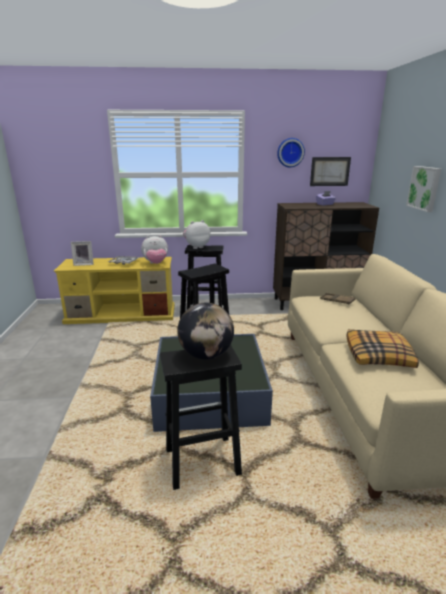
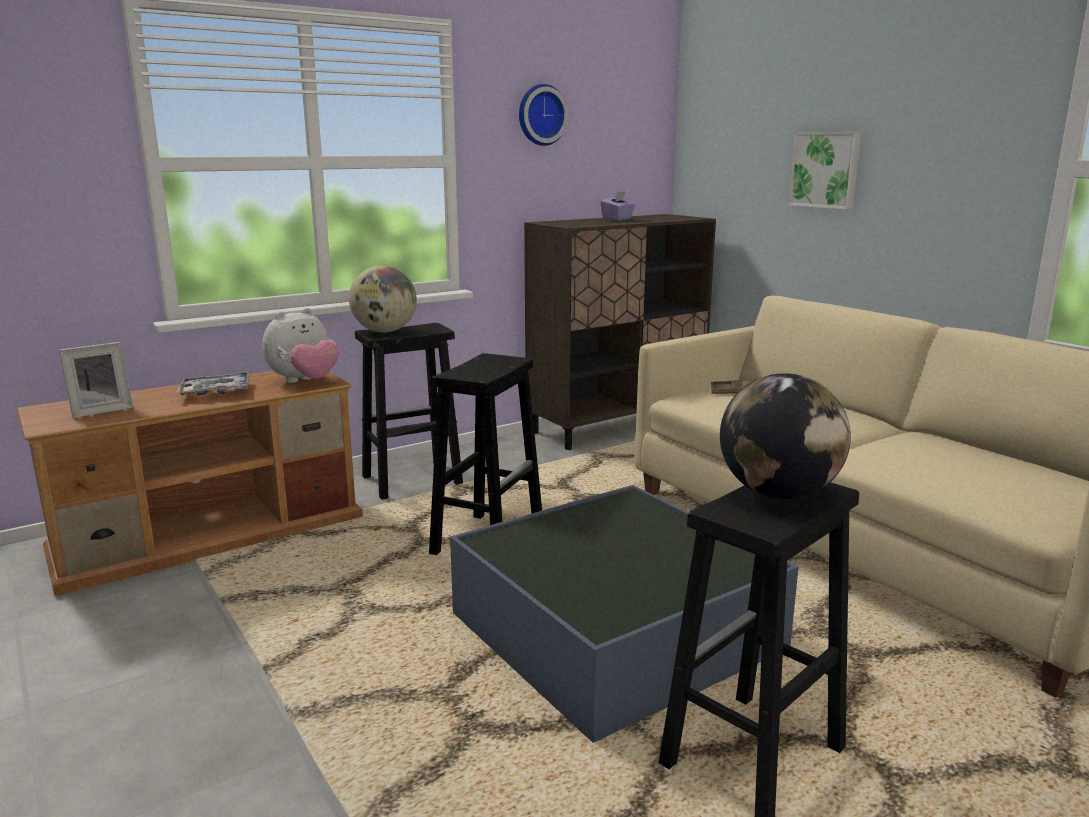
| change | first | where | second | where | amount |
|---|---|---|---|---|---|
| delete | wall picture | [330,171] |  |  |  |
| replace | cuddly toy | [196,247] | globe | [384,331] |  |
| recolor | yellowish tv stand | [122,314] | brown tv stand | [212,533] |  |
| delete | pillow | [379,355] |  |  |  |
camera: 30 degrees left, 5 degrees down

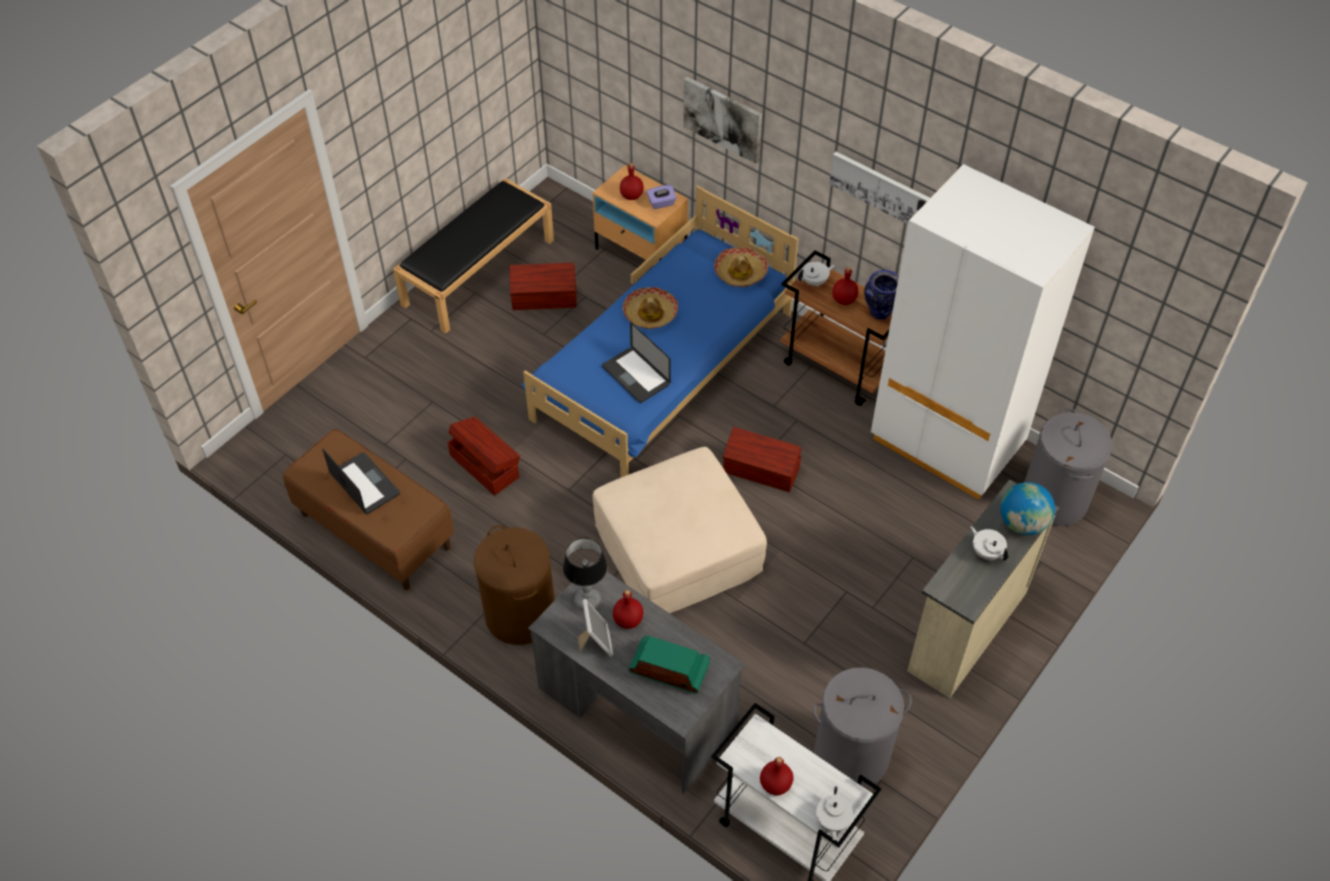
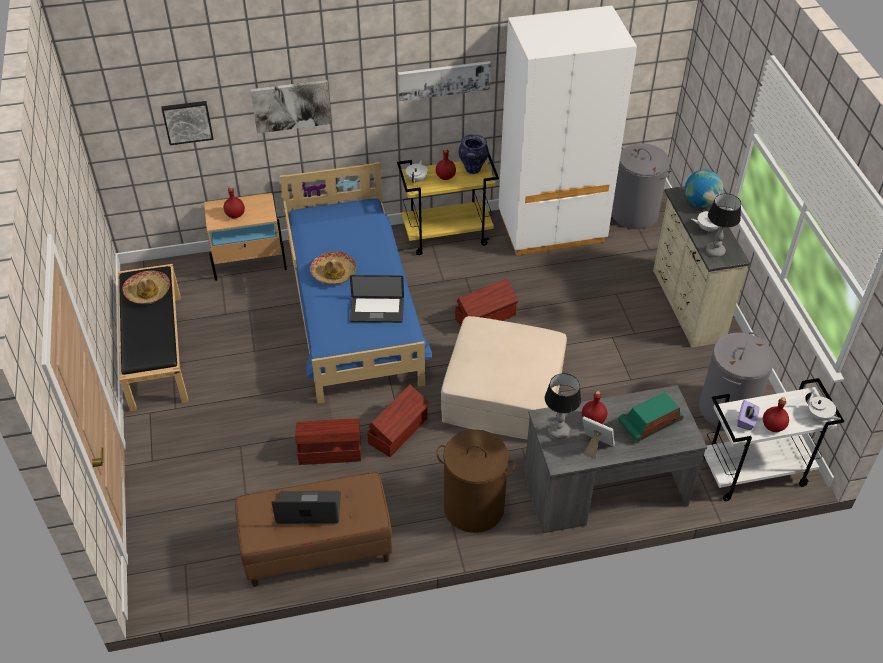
| change | first | where | second | where | amount |
|---|---|---|---|---|---|
| move | purplish tissue box | [661,203] |  | [746,421] |  |
| move | wearable hat | [740,272] |  | [148,292] |  |
| recolor | brown wheeled cart | [838,367] | yellowish wheeled cart | [447,235] |  |
| move | brown storage bin | [545,299] |  | [399,431] |  |
| insert |  |  | wall picture | [187,121] |  |
| insert |  |  | tabletop lamp | [714,251] |  |
camera: 50 degrees left, 5 degrees down

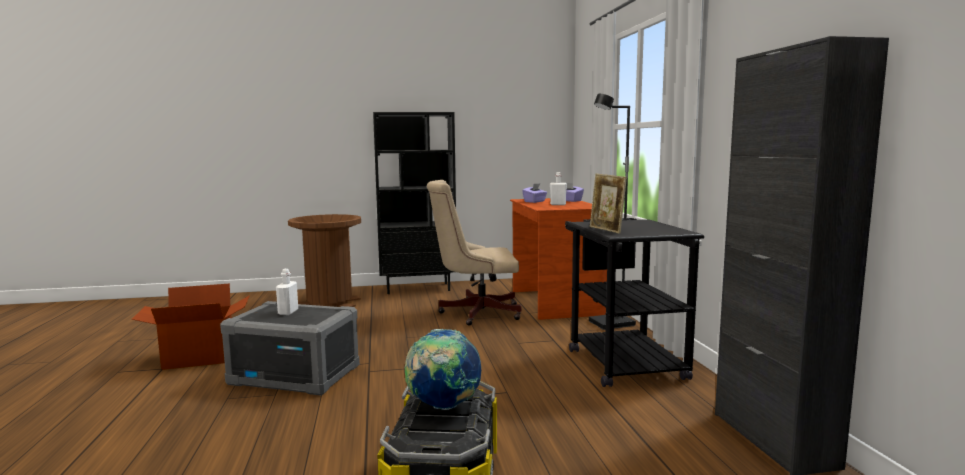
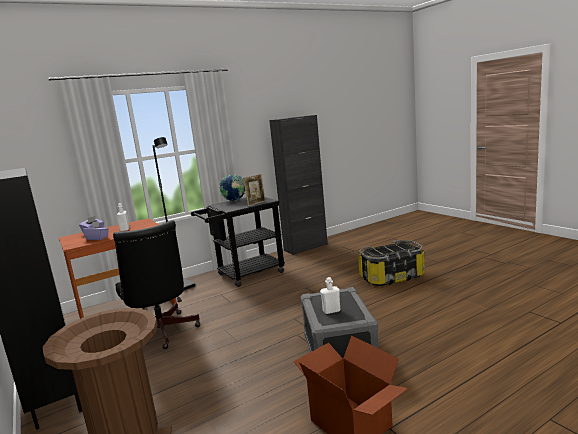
| change | first | where | second | where | amount |
|---|---|---|---|---|---|
| recolor | beige computer chair | [475,312] | blackish computer chair | [161,334] |  |
| move | globe | [443,406] |  | [234,201] |  |
camera: 110 degrees left, 5 degrees up

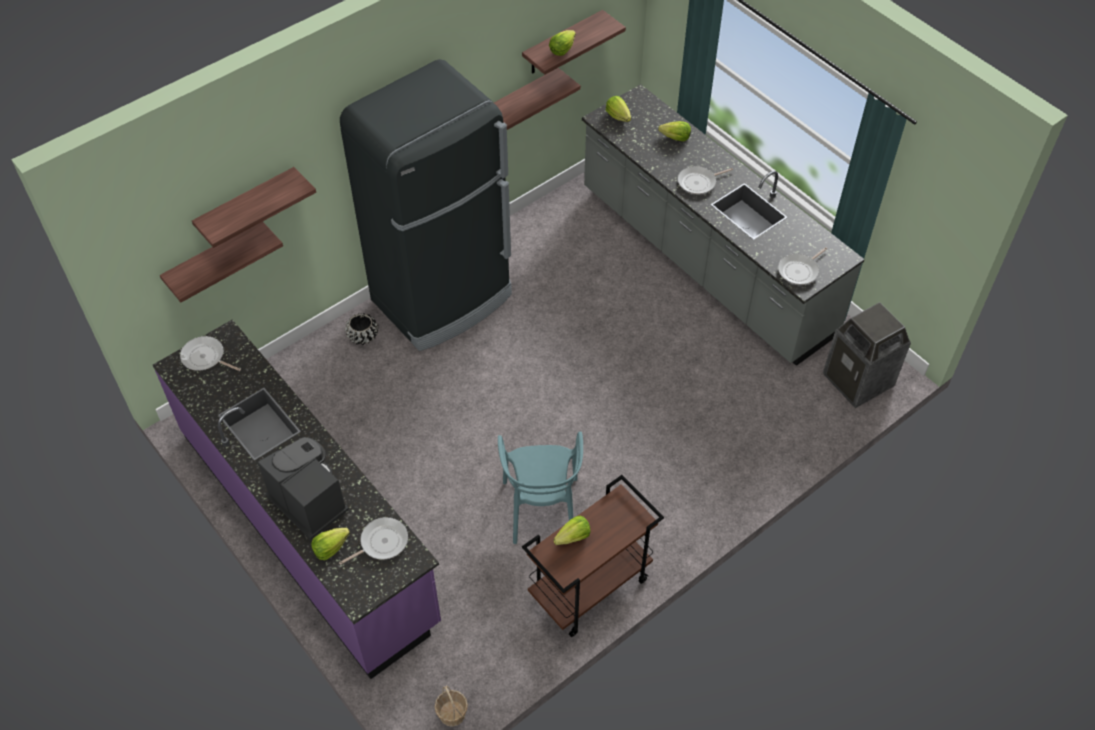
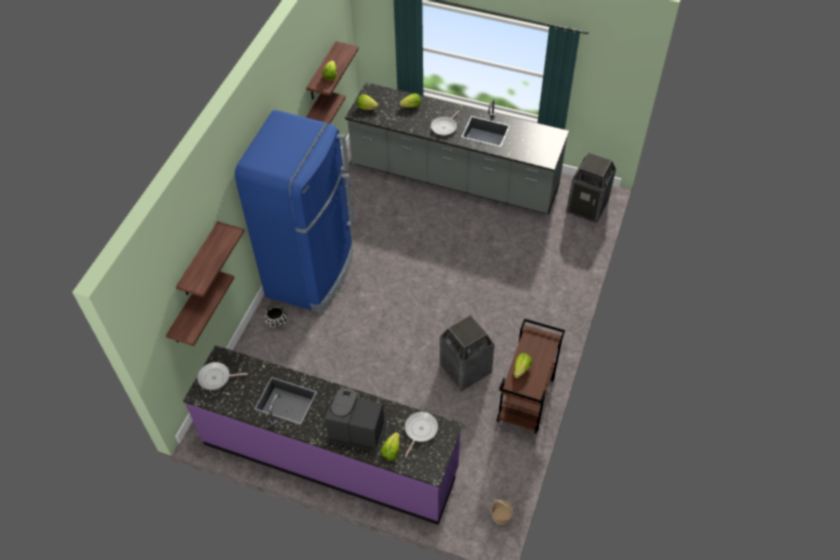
| change | first | where | second | where | amount |
|---|---|---|---|---|---|
| recolor | blackish refrigerator | [443,299] | blue-coloured refrigerator | [311,274] |  |
| delete | skillet | [799,270] |  |  |  |
| replace | turquoise-coloured upright chair | [541,509] | rubbish bin | [465,369] |  |
camera: 30 degrees left, 0 degrees up

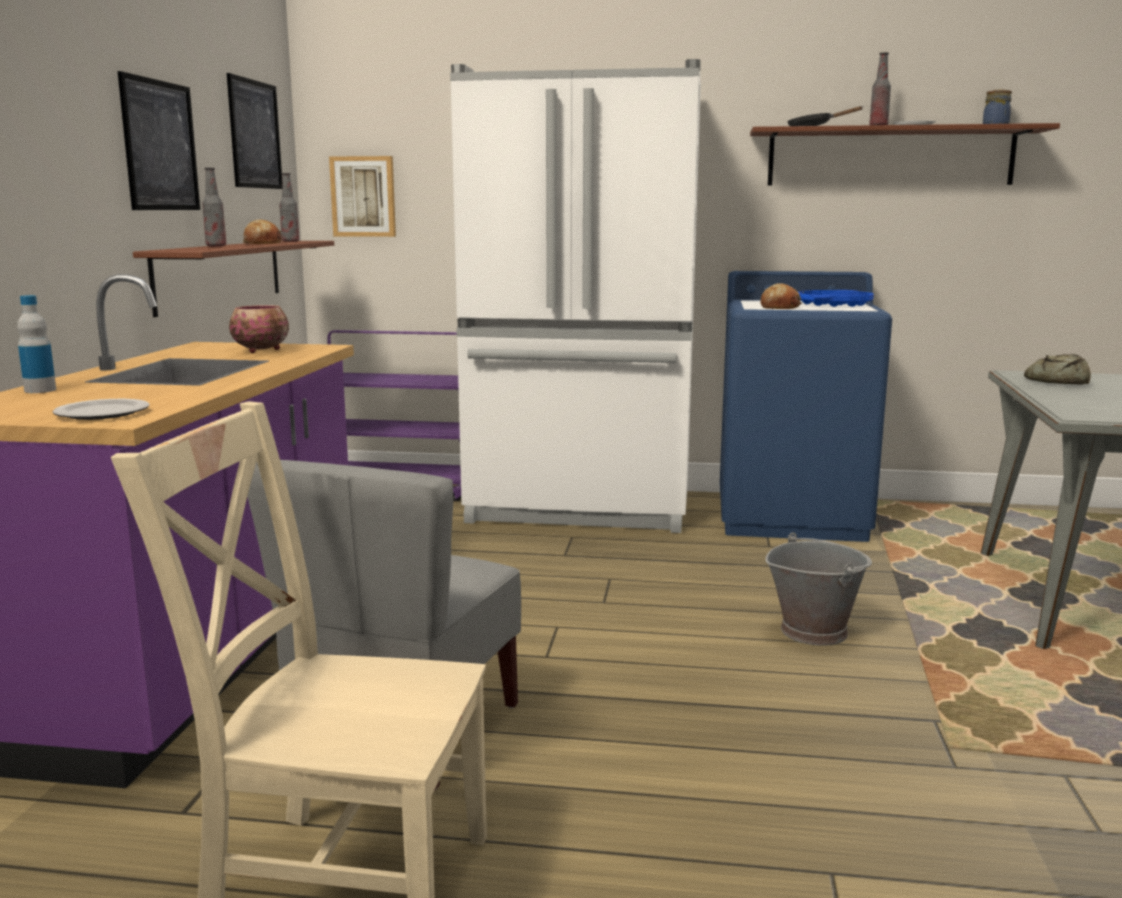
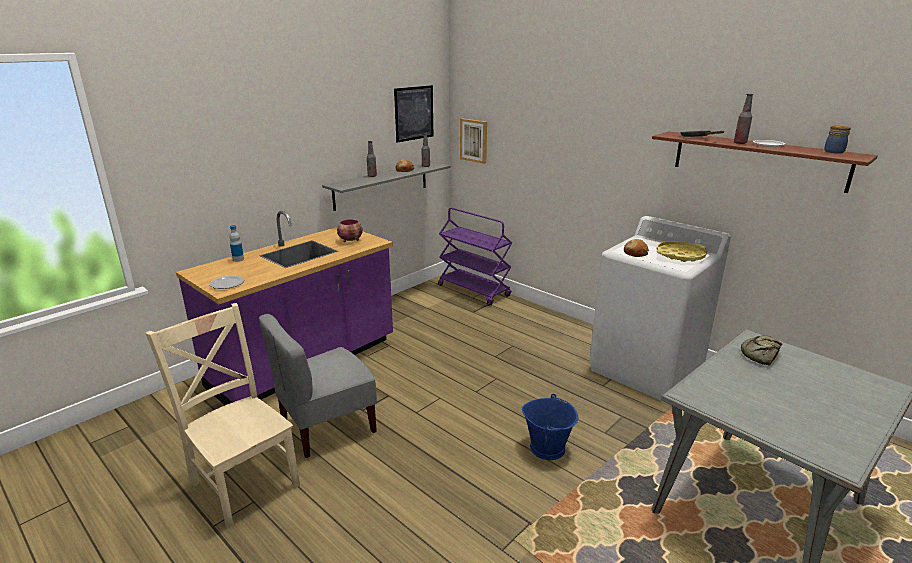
| change | first | where | second | where | amount |
|---|---|---|---|---|---|
| delete | white refrigerator | [580,509] |  |  |  |
| delete | wall picture | [160,145] |  |  |  |
| recolor | brown shelf | [220,274] | gray shelf | [381,185] |  |
| recolor | blue-coloured laundry appliance | [792,516] | white laundry appliance | [646,369] |  |
| recolor | blue-coloured carrying tray | [834,304] | yellowish carrying tray | [680,255] |  |
| recolor | gray bucket | [813,631] | blue-coloured bucket | [547,448] |  |
camera: 35 degrees right, 10 degrees up

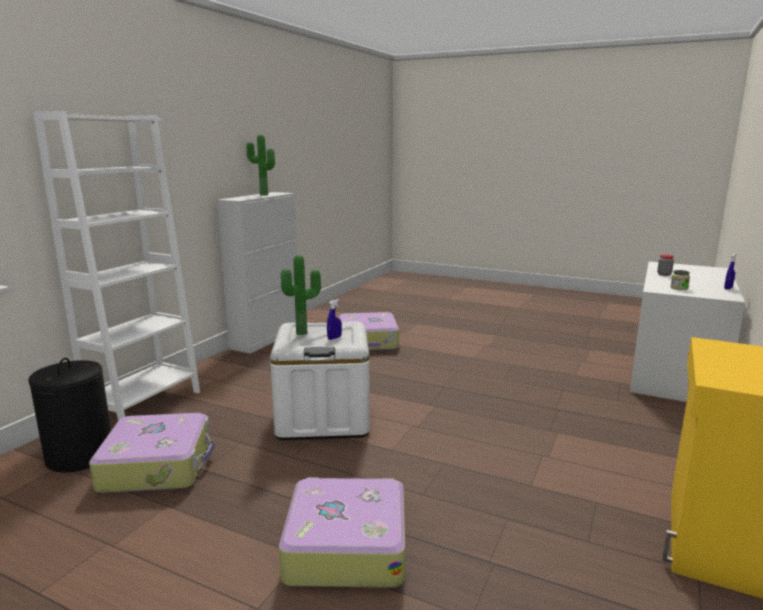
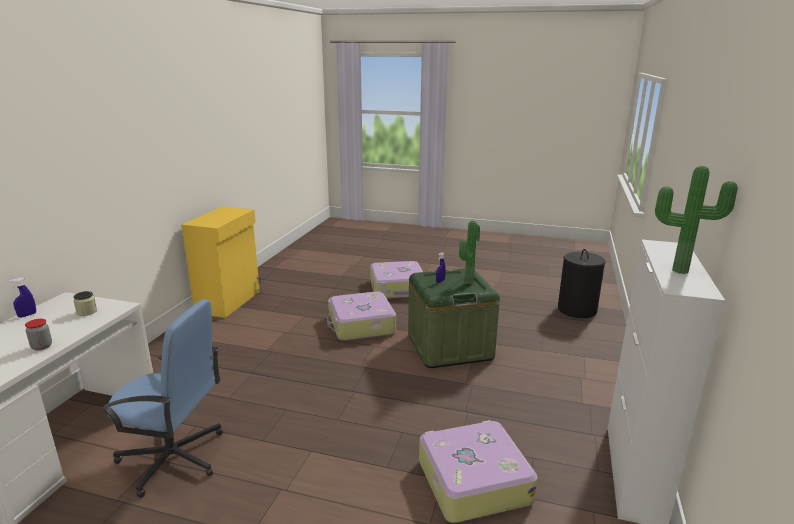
| change | first | where | second | where | amount |
|---|---|---|---|---|---|
| delete | white bookcase | [144,405] |  |  |  |
| recolor | white storage bin | [323,418] | green-coloured storage bin | [449,346] |  |
| move | suitcase | [158,465] |  | [361,325] |  |
| insert |  |  | blue-coloured computer chair | [173,458] |  |
camera: 170 degrees right, 5 degrees up

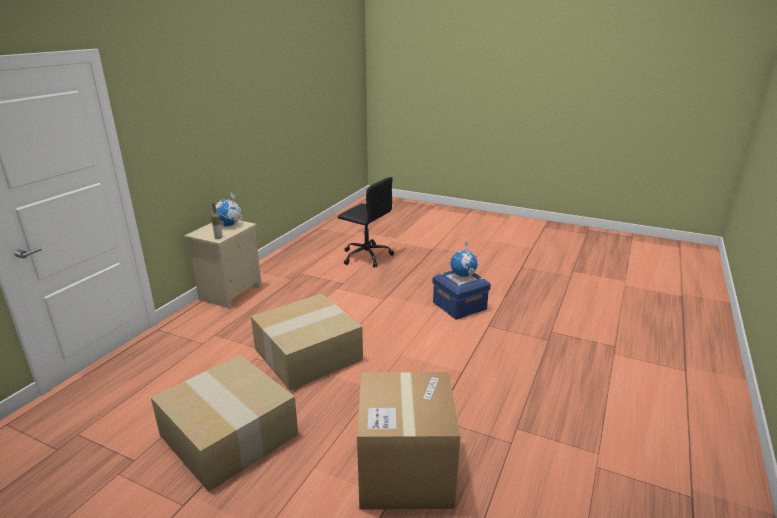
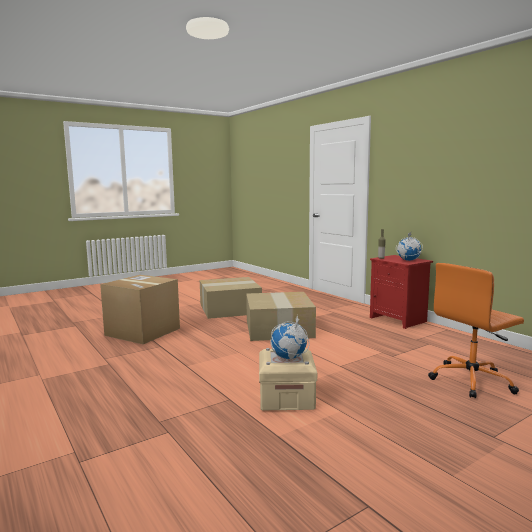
| change | first | where | second | where | amount |
|---|---|---|---|---|---|
| recolor | blackish computer chair | [366,256] | orangey computer chair | [472,381] |  |
| recolor | beige nightstand | [230,292] | red-coloured nightstand | [399,320] |  |
| recolor | blue-coloured storage bin | [459,306] | beige storage bin | [286,397] |  |
camera: 120 degrees right, 15 degrees down

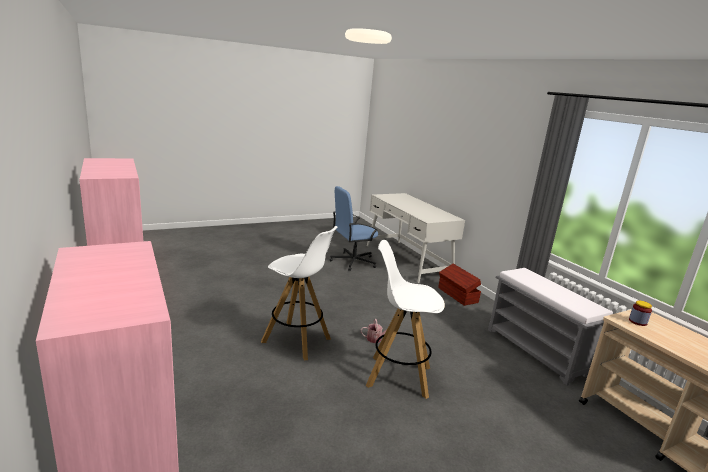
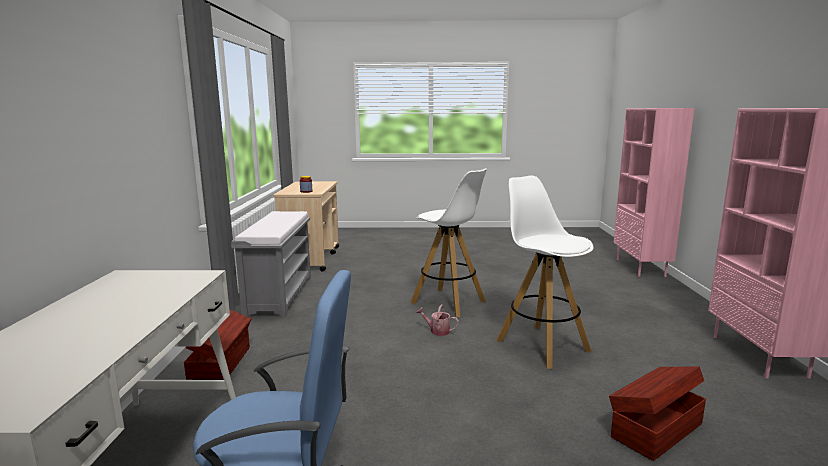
| change | first | where | second | where | amount |
|---|---|---|---|---|---|
| insert |  |  | brown storage bin | [655,430] |  |
camera: 150 degrees left, 5 degrees down

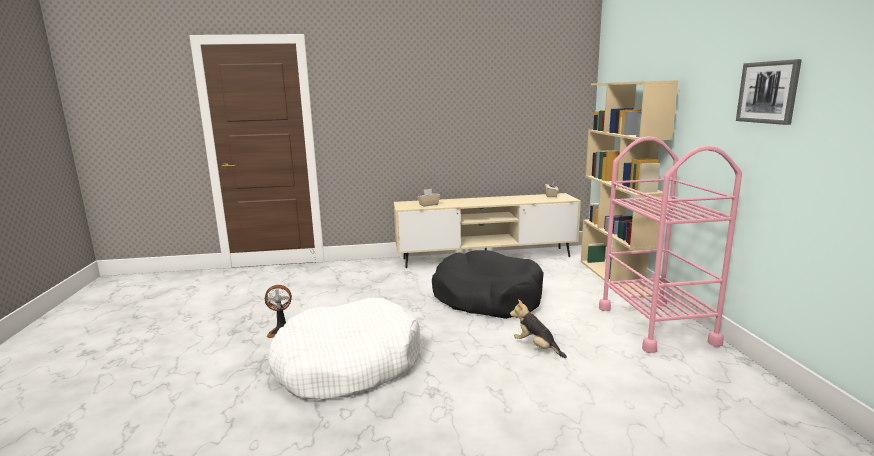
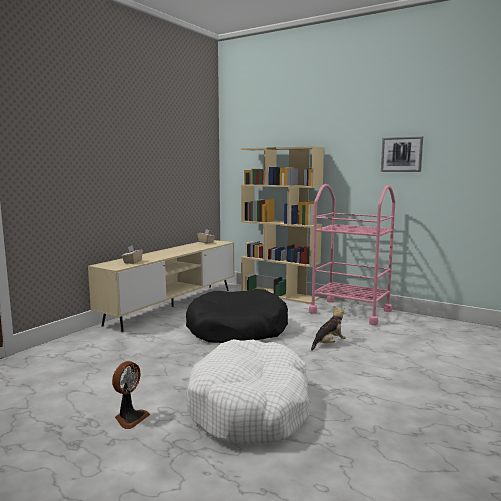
| change | first | where | second | where | amount |
|---|---|---|---|---|---|
| rotate | cuddly toy | [536,347] |  | [328,344] | 150 degrees clockwise |
camera: 50 degrees left, 5 degrees down

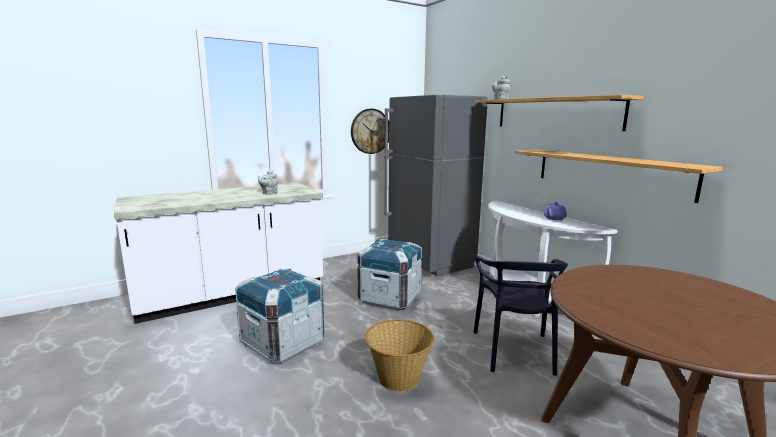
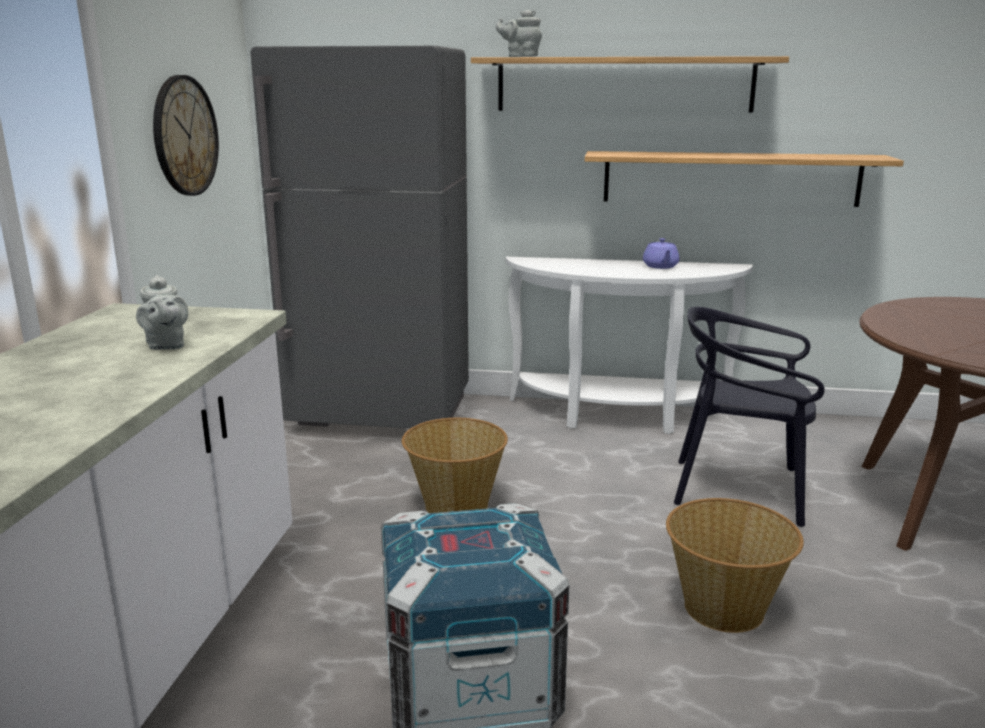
| change | first | where | second | where | amount |
|---|---|---|---|---|---|
| replace | shipping crate | [390,298] | basket | [455,504] |  |
| rotate | blackish upright chair | [514,351] |  | [739,489] | 150 degrees clockwise |
camera: 50 degrees left, 5 degrees up

